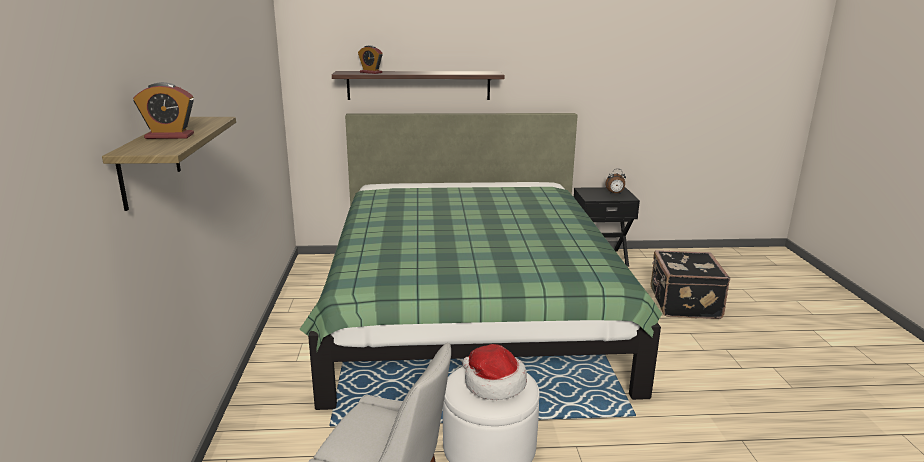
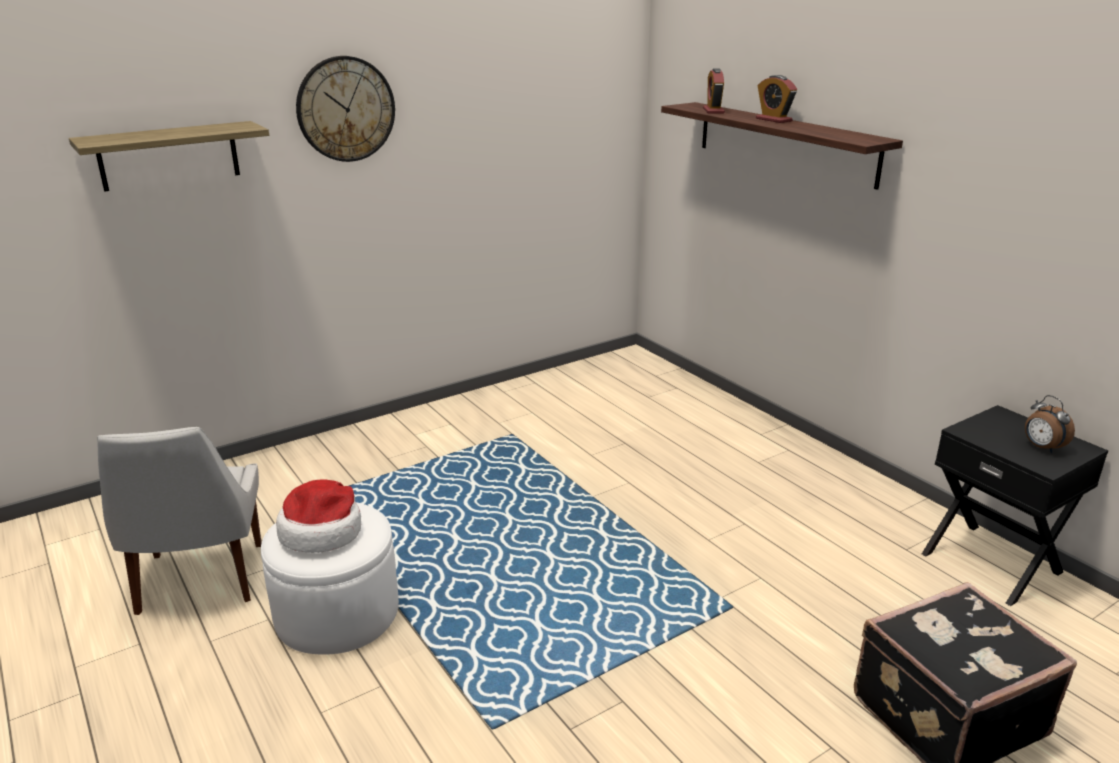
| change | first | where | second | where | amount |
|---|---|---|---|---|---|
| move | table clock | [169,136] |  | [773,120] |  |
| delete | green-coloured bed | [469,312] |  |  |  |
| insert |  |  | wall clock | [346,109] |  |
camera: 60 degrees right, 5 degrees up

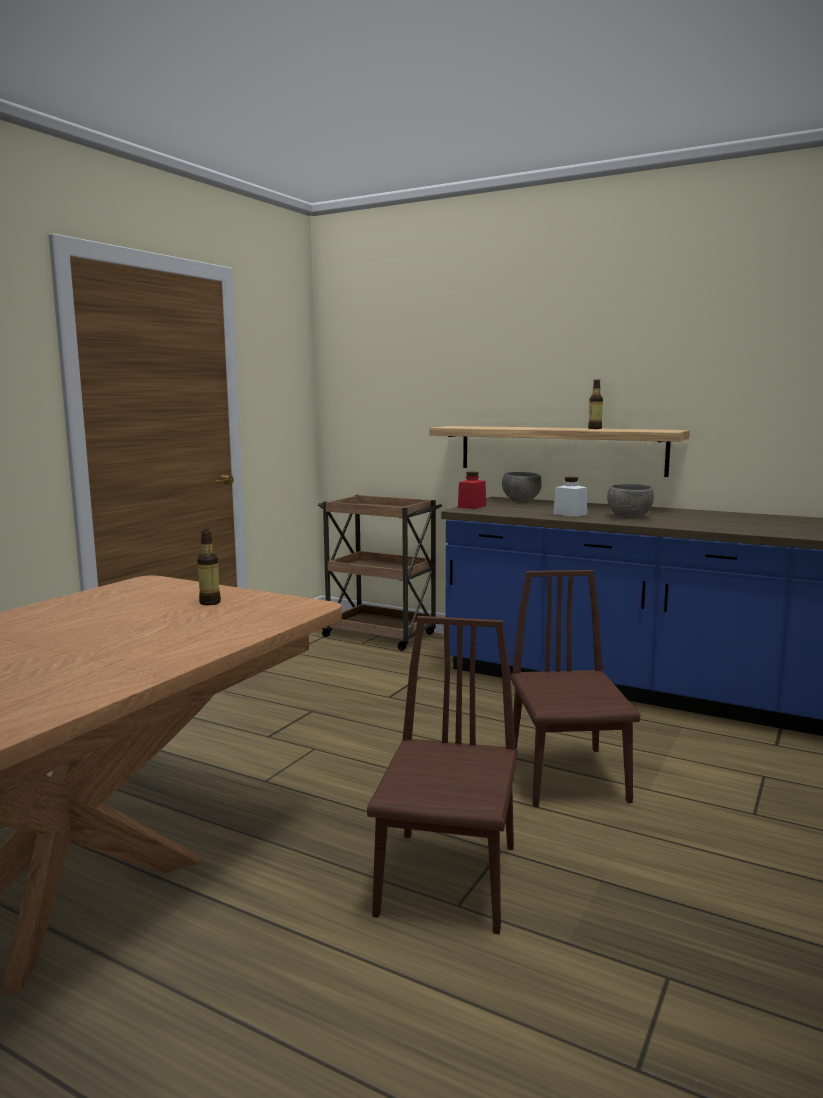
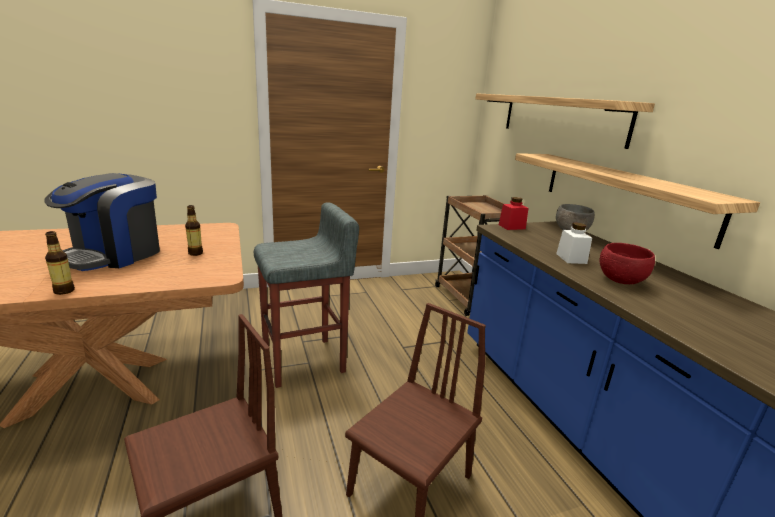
| change | first | where | second | where | amount |
|---|---|---|---|---|---|
| move | drink bottle | [595,428] |  | [64,291] |  |
| recolor | gray deep dish | [628,517] | red-coloured deep dish | [619,280] |  |
| insert |  |  | shelf | [560,118] |  |
| insert |  |  | coffee brewer | [114,255] |  |
| insert |  |  | gray stool seat | [305,362] |  |
camera: 40 degrees right, 10 degrees up

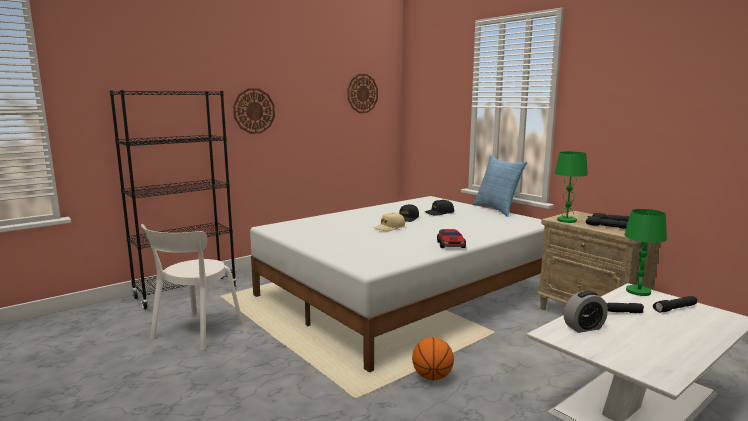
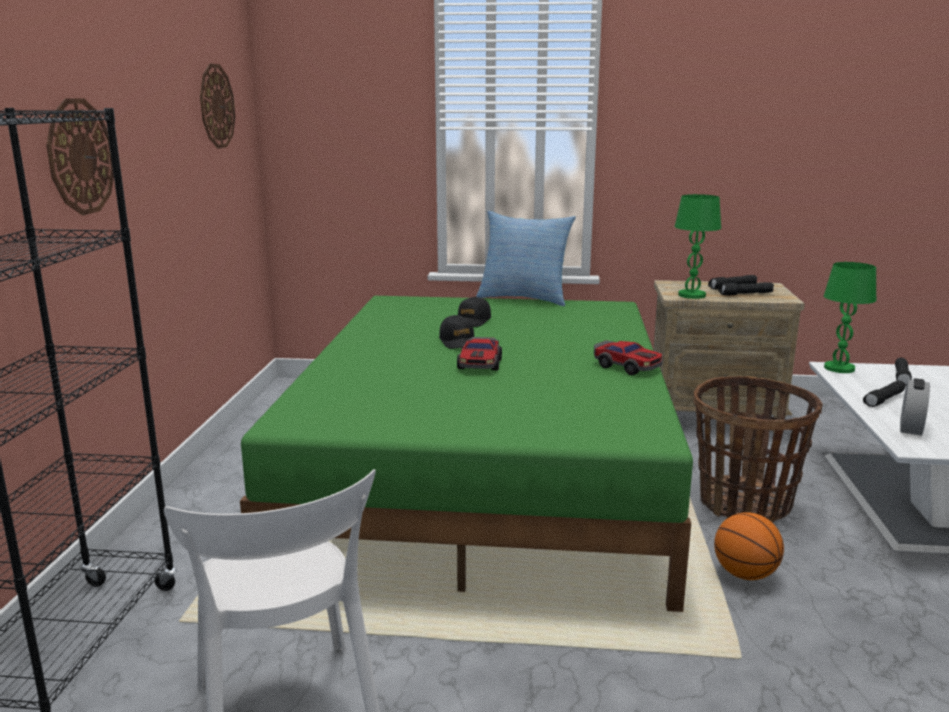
| change | first | where | second | where | amount |
|---|---|---|---|---|---|
| recolor | white bed | [407,293] | green-coloured bed | [486,471] |  |
| replace | beige baseball cap | [389,227] | toy car | [480,364] |  |
| insert |  |  | basket | [744,503] |  |
camera: 45 degrees left, 5 degrees up

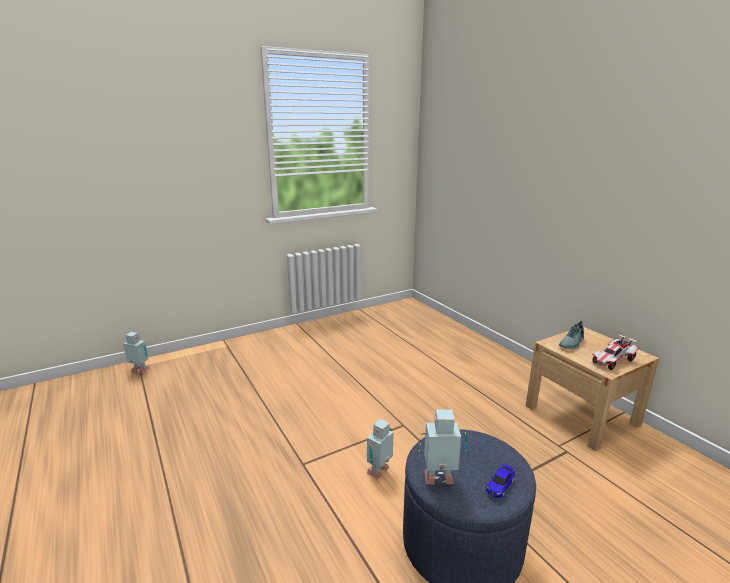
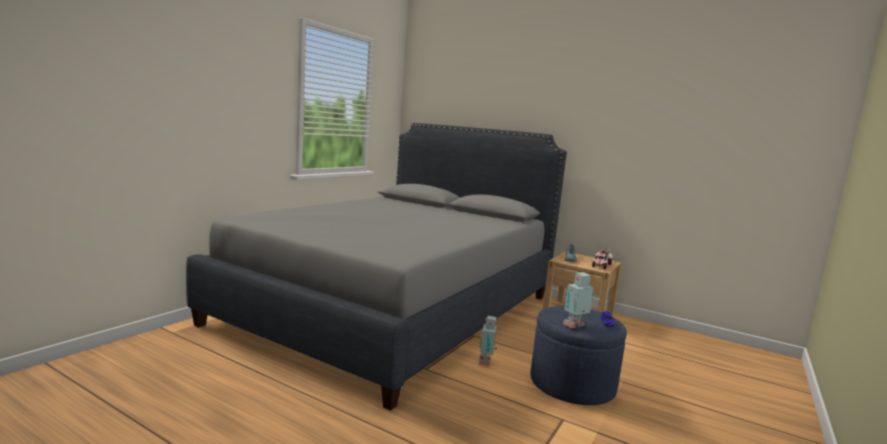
| change | first | where | second | where | amount |
|---|---|---|---|---|---|
| delete | robot figure | [140,371] |  |  |  |
| insert |  |  | gray bed | [395,309] |  |
camera: 30 degrees left, 10 degrees down

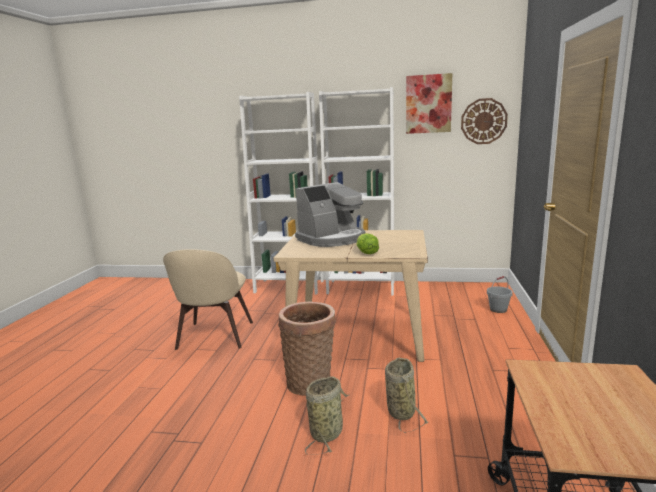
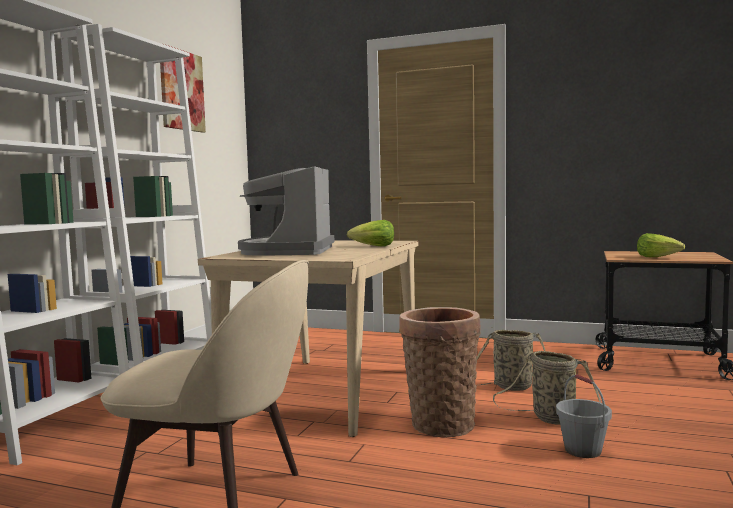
| change | first | where | second | where | amount |
|---|---|---|---|---|---|
| delete | wall clock | [483,121] |  |  |  |
| rotate | coffee brewer | [332,239] |  | [288,251] | 150 degrees counterclockwise |
| move | gray bucket | [498,309] |  | [582,450] |  |
| insert |  |  | lettuce head | [658,257] |  |
camera: 80 degrees left, 10 degrees down

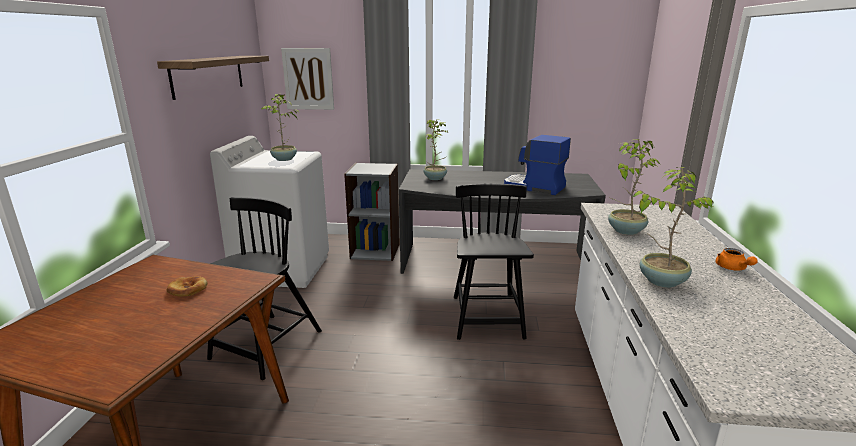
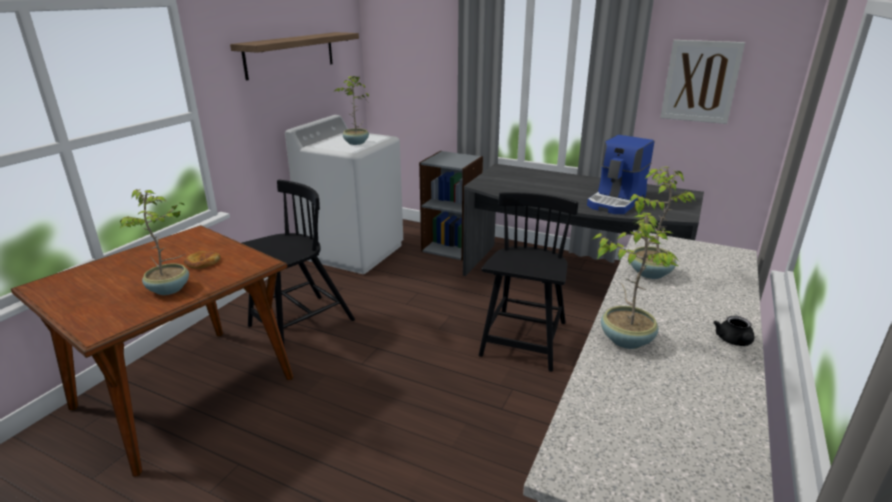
| change | first | where | second | where | amount |
|---|---|---|---|---|---|
| move | wall picture | [308,79] |  | [700,81] |  |
| move | houseplant | [435,178] |  | [170,289] |  |
| rotate | coffee brewer | [534,187] |  | [617,201] | 105 degrees counterclockwise |
| recolor | orangey pot for tea | [732,268] | blackish pot for tea | [734,341] |  |
camera: 20 degrees right, 5 degrees up

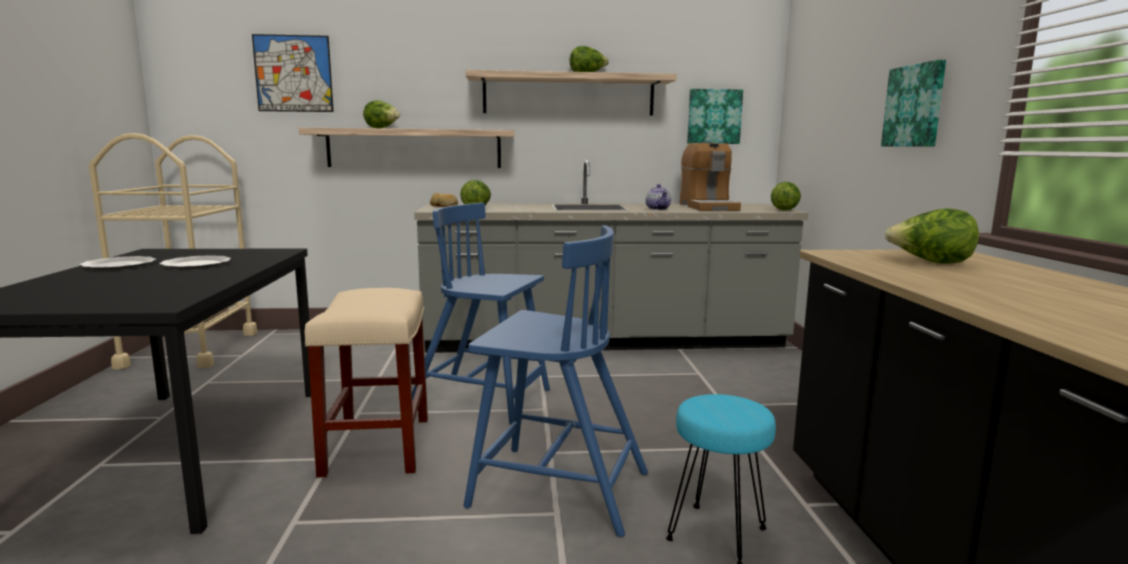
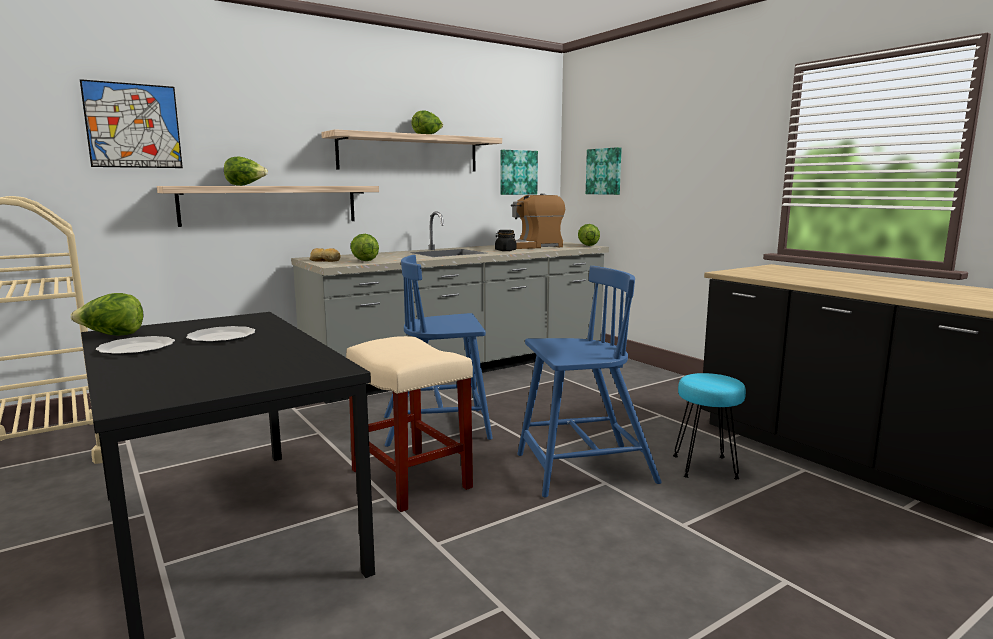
| change | first | where | second | where | amount |
|---|---|---|---|---|---|
| move | wall picture | [915,106] |  | [604,171] |  |
| rotate | coffee brewer | [707,207] |  | [532,246] | 105 degrees clockwise |
| replace | pot for tea | [658,209] | blackish jar | [505,250] |  |
| move | lettuce head | [930,263] |  | [112,335] |  |
camera: 30 degrees left, 0 degrees up

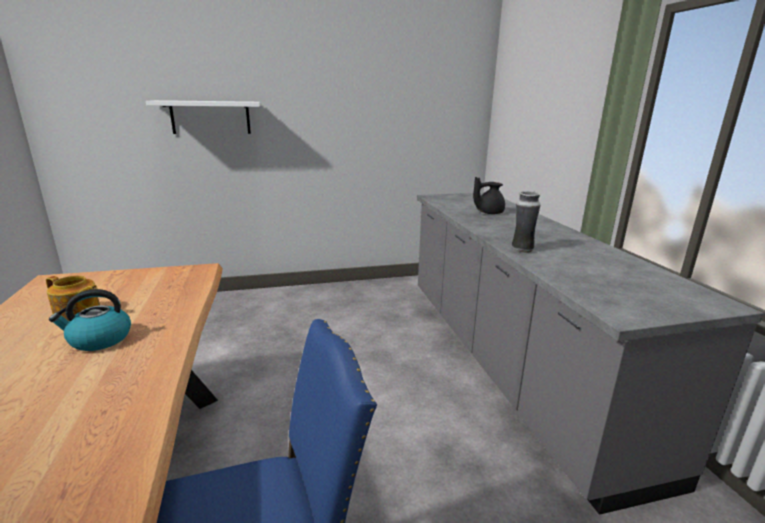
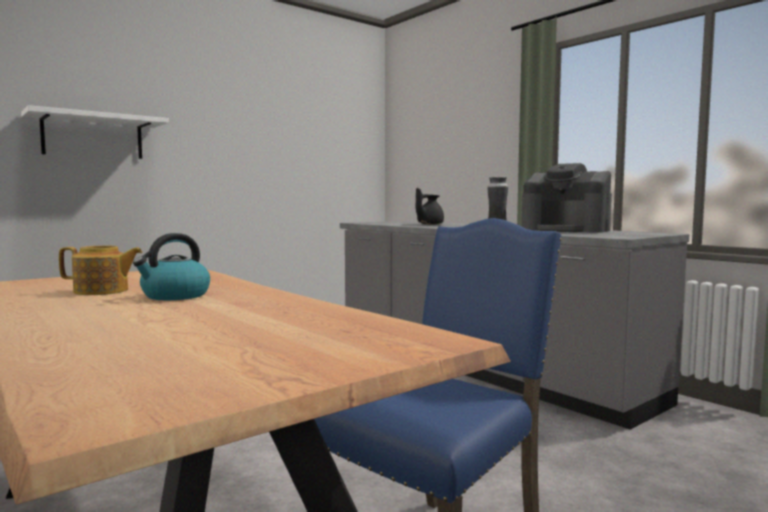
| change | first | where | second | where | amount |
|---|---|---|---|---|---|
| insert |  |  | coffee brewer | [566,230] |  |
camera: 25 degrees left, 15 degrees down

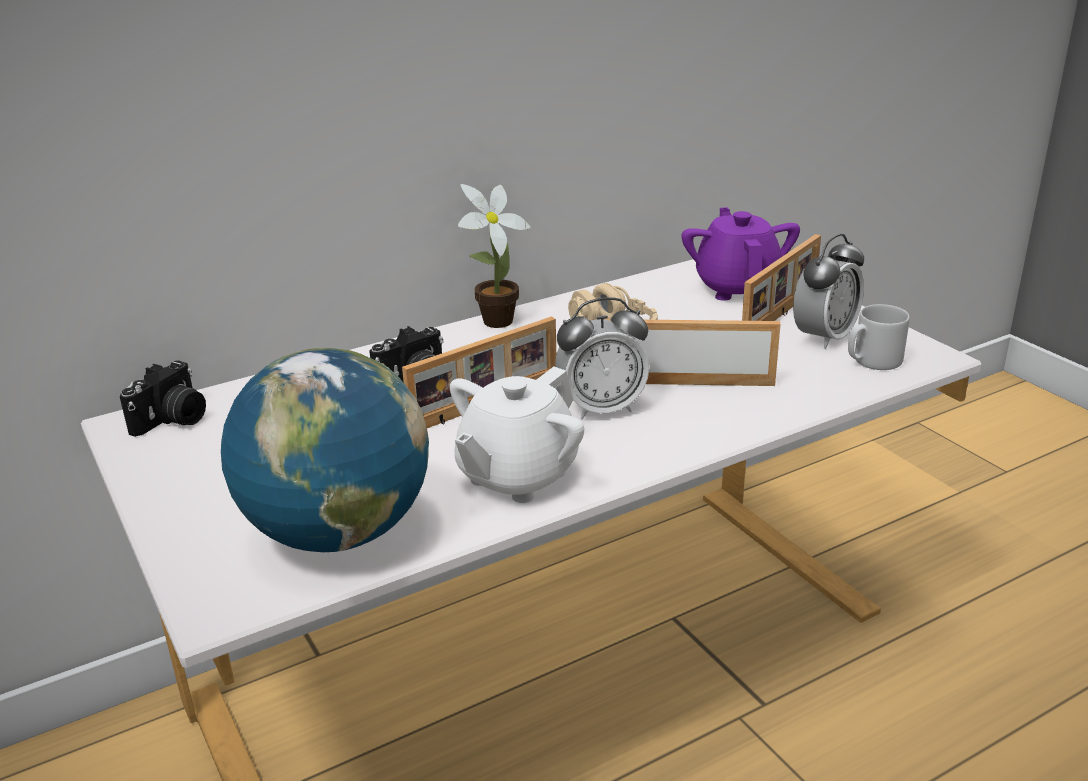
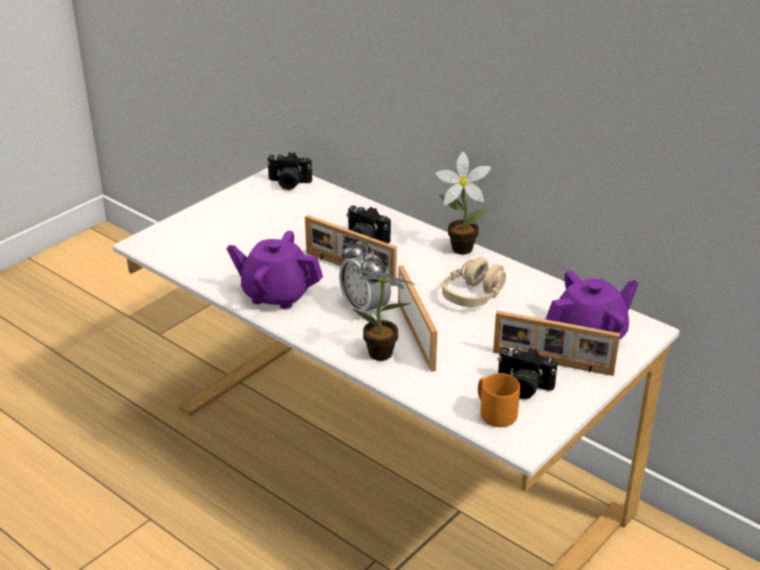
| change | first | where | second | where | amount |
|---|---|---|---|---|---|
| replace | table clock | [824,337] | still camera | [523,387] |  |
| recolor | gray tea mug | [872,361] | orangey tea mug | [495,413] |  |
| delete | globe | [338,533] |  |  |  |
| recolor | white pot for tea | [517,476] | purplish pot for tea | [276,294] |  |
| insert |  |  | houseplant | [384,355] |  |
camera: 70 degrees right, 5 degrees up

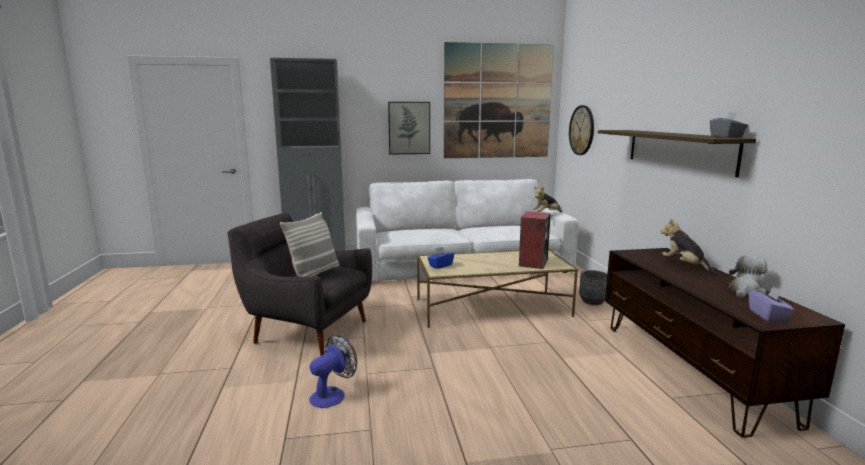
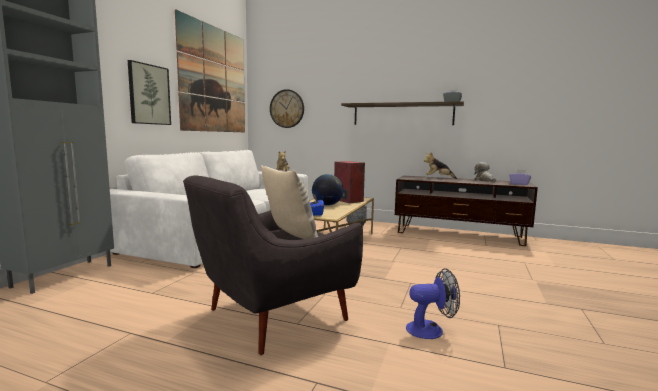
| change | first | where | second | where | amount |
|---|---|---|---|---|---|
| rotate | cooling fan | [332,394] |  | [431,329] | 105 degrees clockwise |
| insert |  |  | globe | [327,205] |  |
camera: 60 degrees left, 5 degrees down

